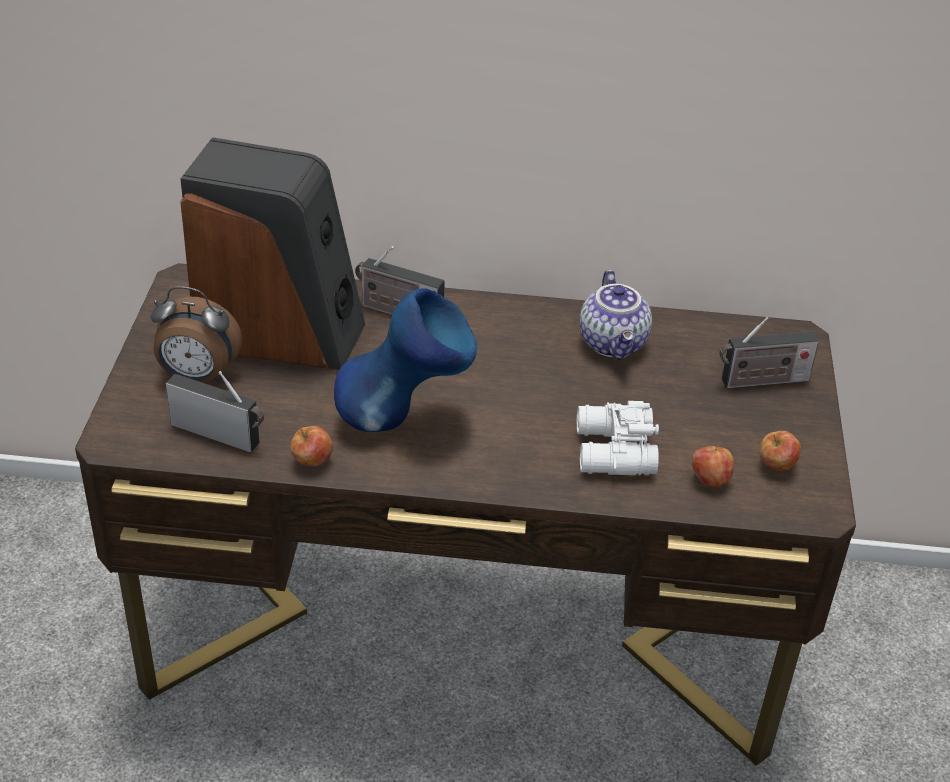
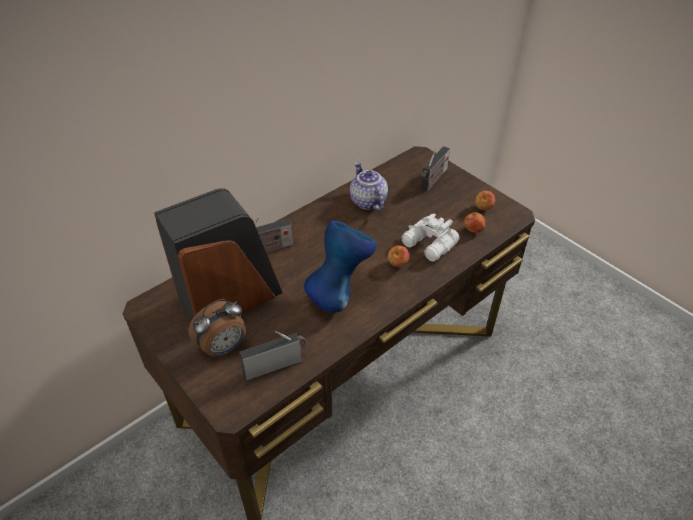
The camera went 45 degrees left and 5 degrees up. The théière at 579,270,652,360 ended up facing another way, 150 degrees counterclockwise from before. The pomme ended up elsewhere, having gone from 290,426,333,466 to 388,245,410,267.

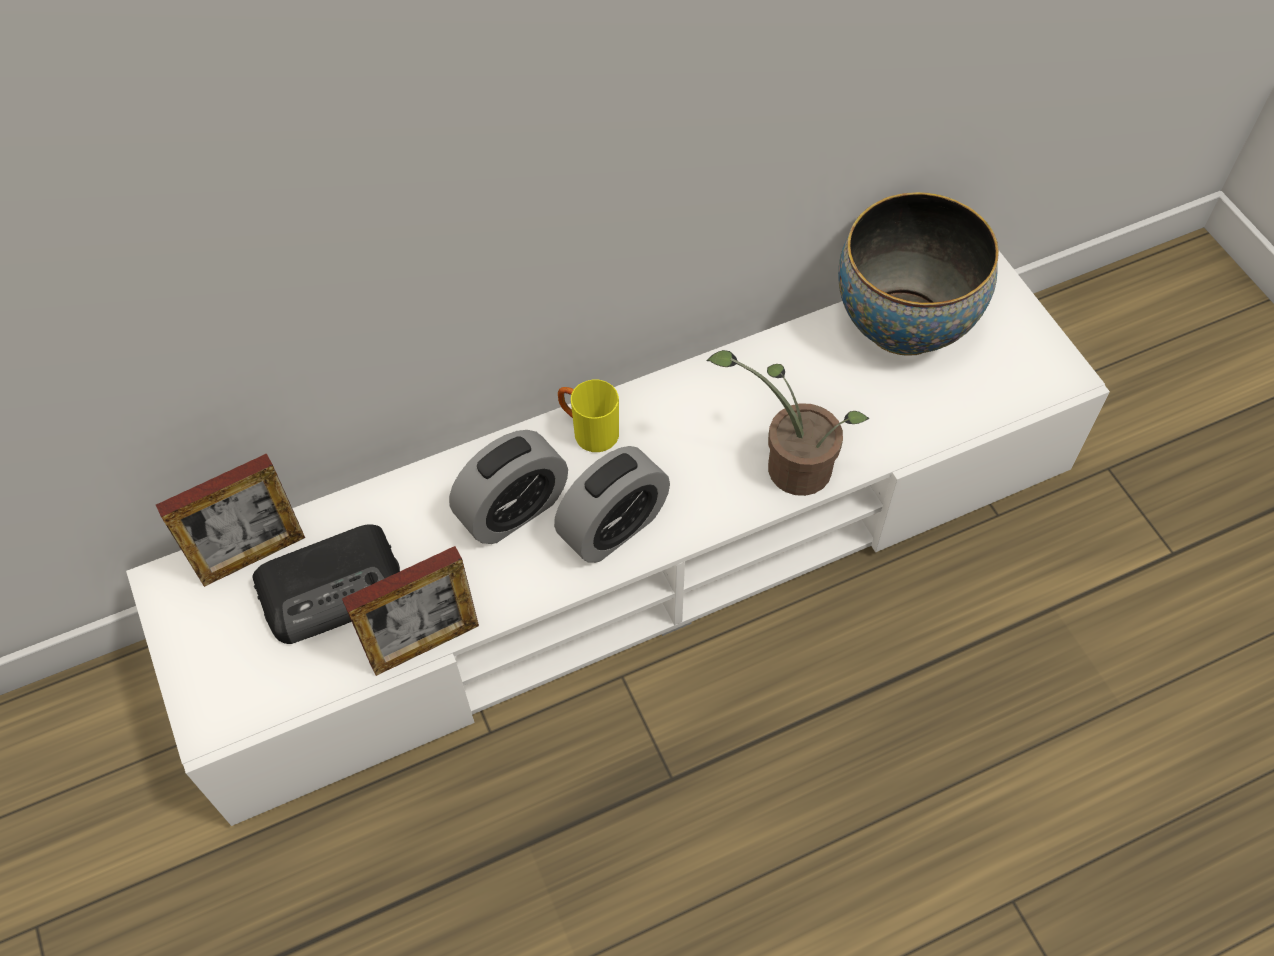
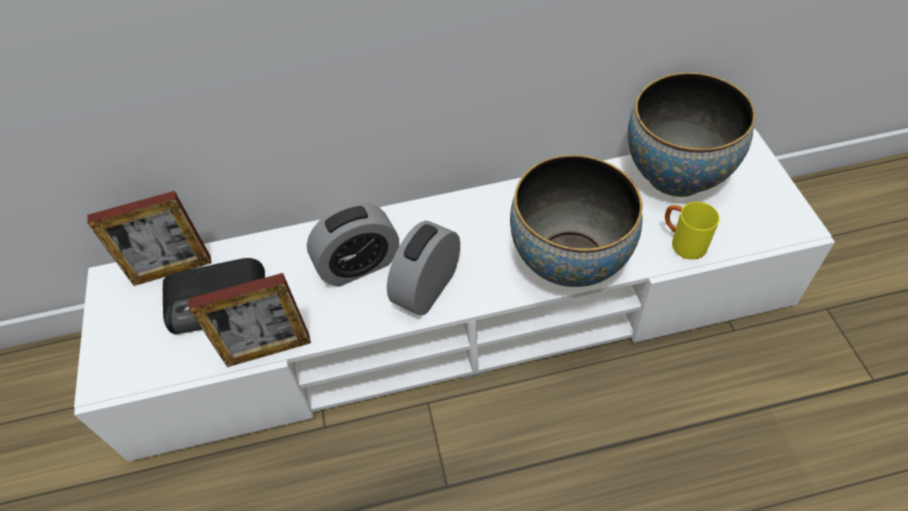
The camera went 15 degrees right and 5 degrees down. The réveil at 554,446,670,563 ended up facing another way, 150 degrees clockwise from before. Where the plante en pot stood at 706,350,869,496, the bol came to stand at 510,155,643,287. The mug/jaune ended up elsewhere, having gone from 558,379,619,452 to 665,202,720,260.

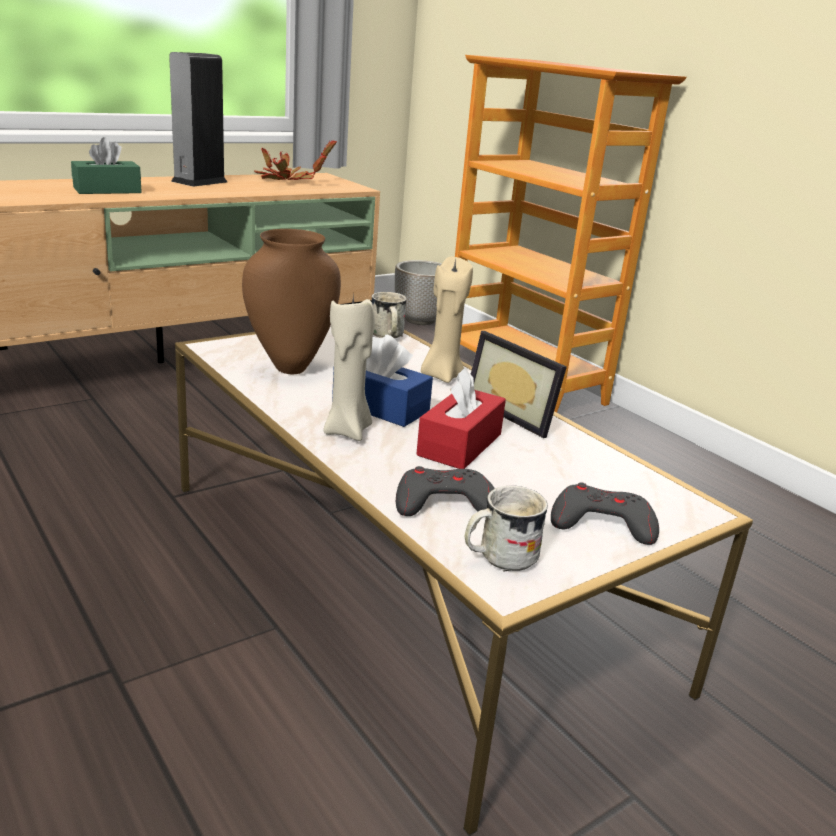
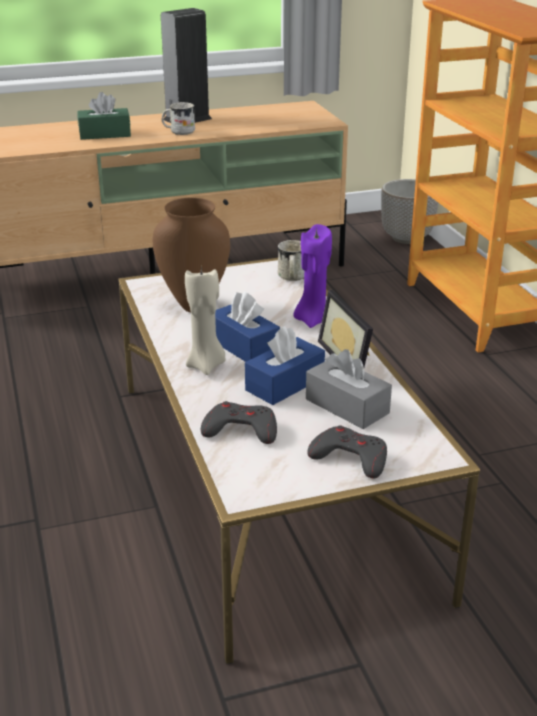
The camera went 20 degrees right and 5 degrees up. The mug/blanc ended up elsewhere, having gone from 464,486,548,572 to 162,102,195,135. What was the boîte à mouchoirs/rouge at 416,367,506,469 turned into the boîte à mouchoirs/bleu at 245,326,325,405. What was the bougie/beige at 421,257,473,383 turned into the bougie/violet at 293,224,332,328. The second view gained the boîte à mouchoirs/gris at 306,349,392,429. The second view lost the plante en pot at 254,139,337,180.

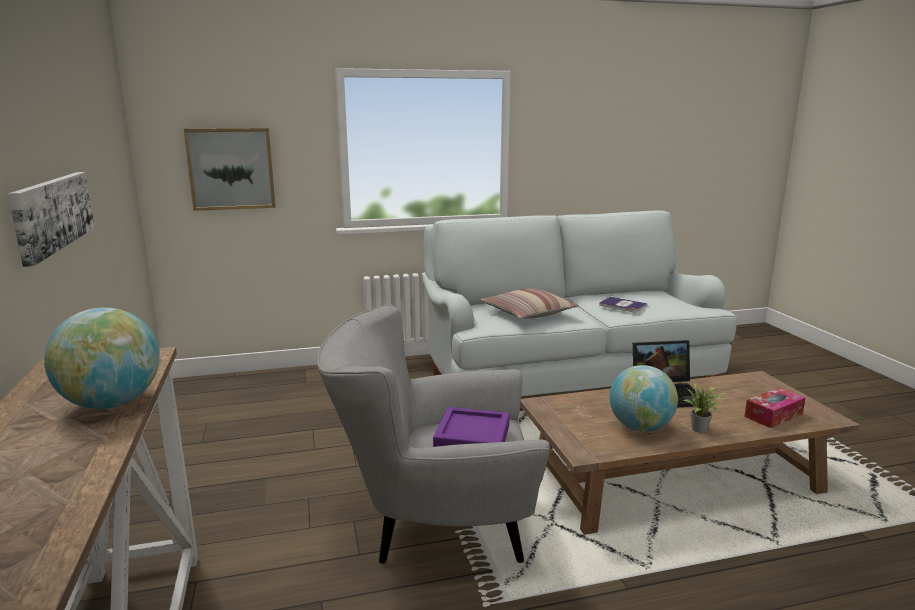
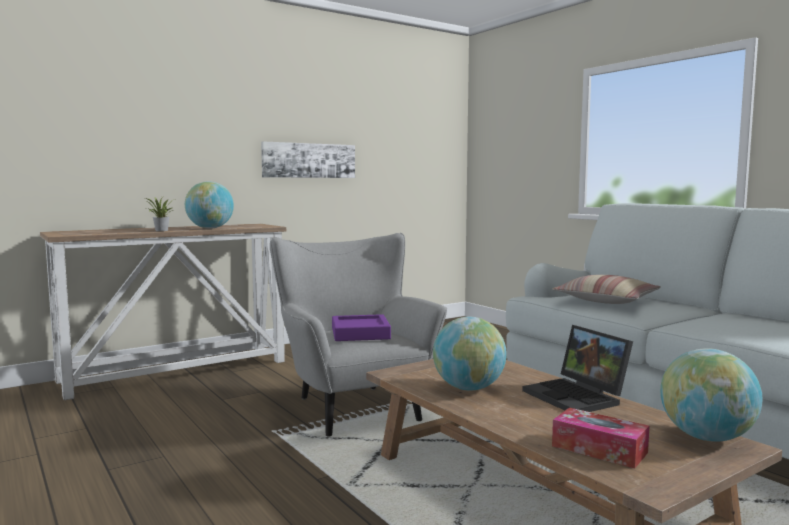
The camera went 70 degrees right and 10 degrees down. The plante en pot ended up elsewhere, having gone from 683,383,727,433 to 144,197,174,231. The second view gained the globe at 660,348,763,442. The second view lost the tableau at 184,128,276,211. The second view lost the livre at 599,297,648,312.

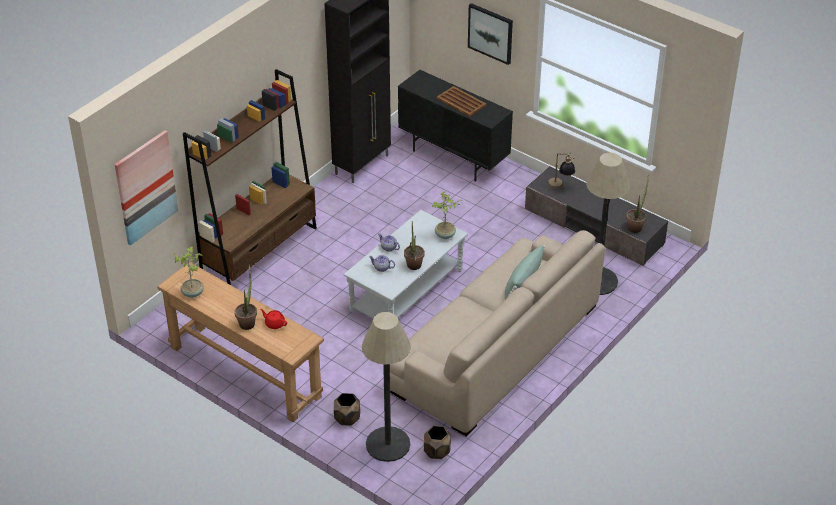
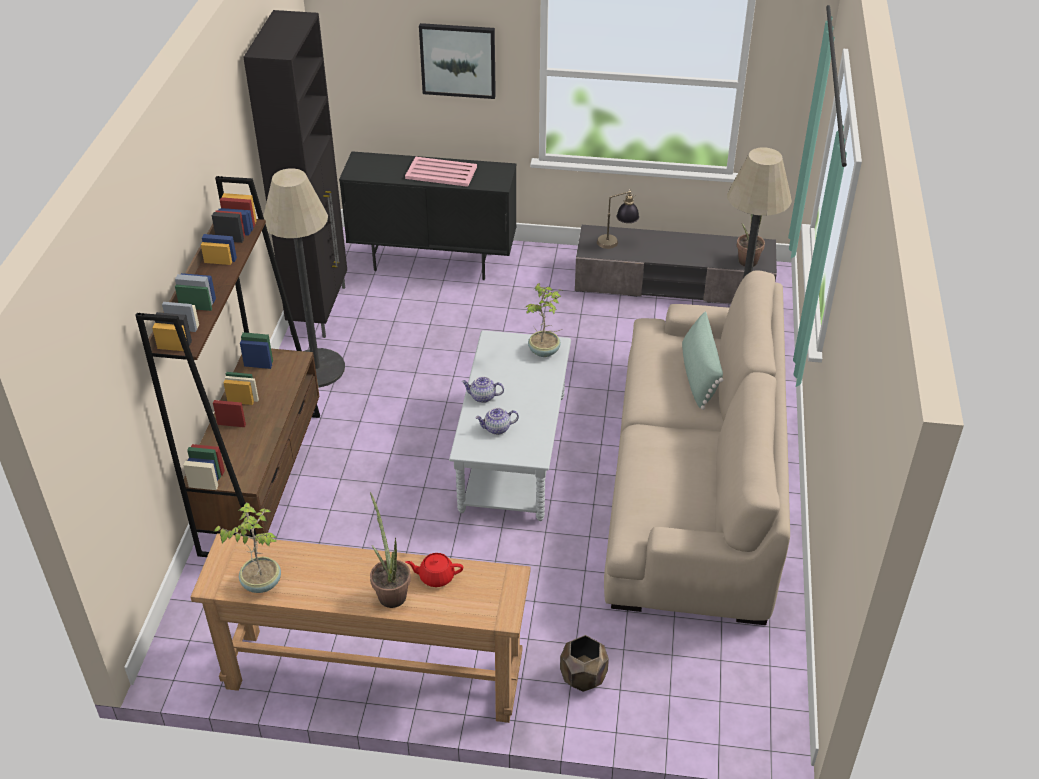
The camera went 30 degrees left and 0 degrees up. The lampadaire ended up elsewhere, having gone from 362,312,411,462 to 263,168,345,388. What was the plateau/marron at 437,86,486,117 turned into the plateau/rose at 405,157,477,187. The second view lost the tableau at 115,130,178,245. The second view lost the plante en pot at 404,222,425,270. The second view lost the cache-pot/marron at 424,426,451,459.

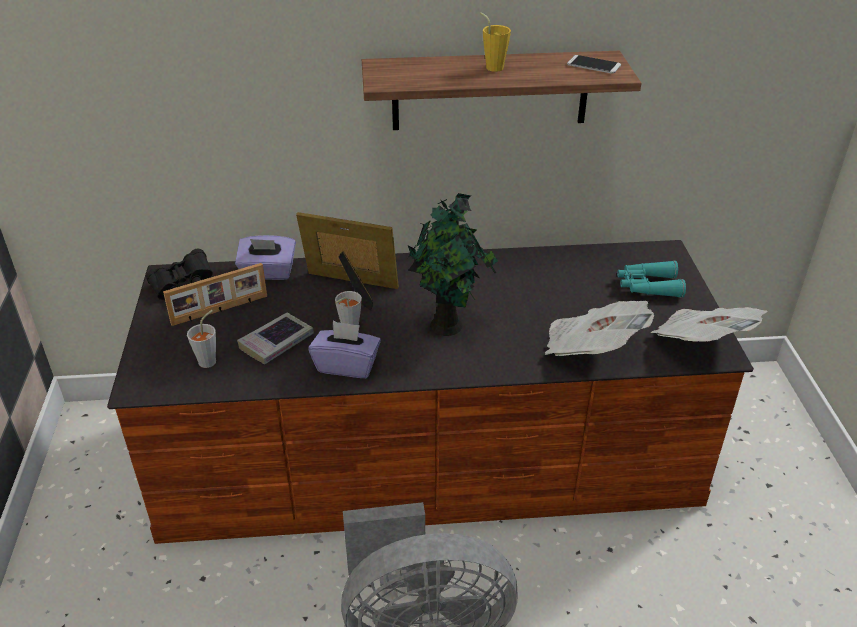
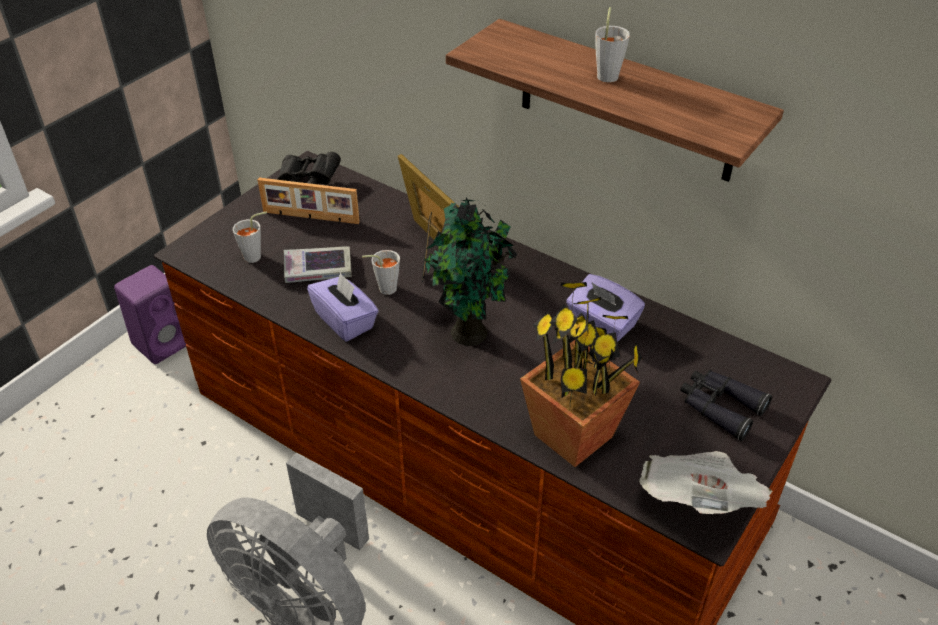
The camera went 40 degrees right and 5 degrees up. The second view gained the enceinte/violet at 114,265,186,364. Where the journal stood at 545,301,654,356, the plante en pot came to stand at 520,282,642,467. The boîte à mouchoirs/violet ended up elsewhere, having gone from 235,235,296,280 to 566,274,645,342. What was the tasse/jaune at 480,12,511,72 turned into the tasse/gris at 595,7,630,83. What was the jumelles/turquoise at 617,260,686,298 turned into the jumelles/noir at 680,370,772,441. The second view lost the téléphone at 567,55,621,74.

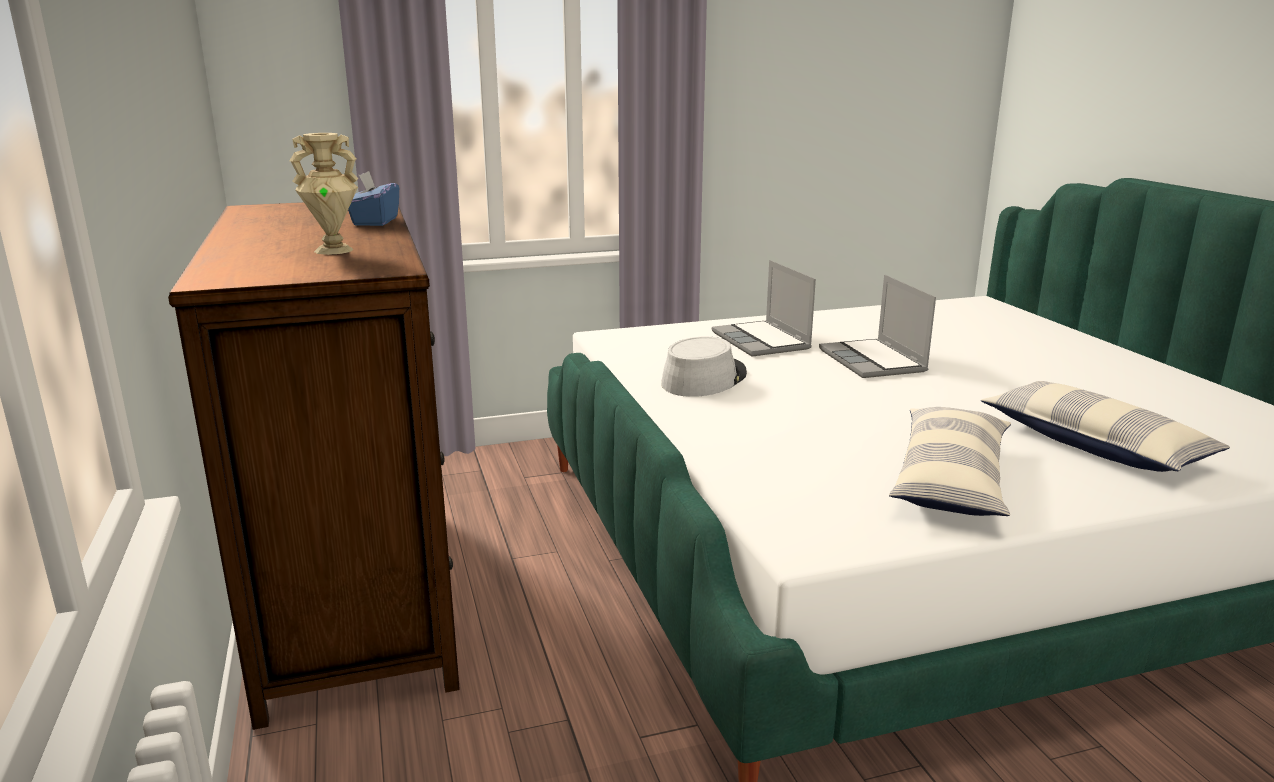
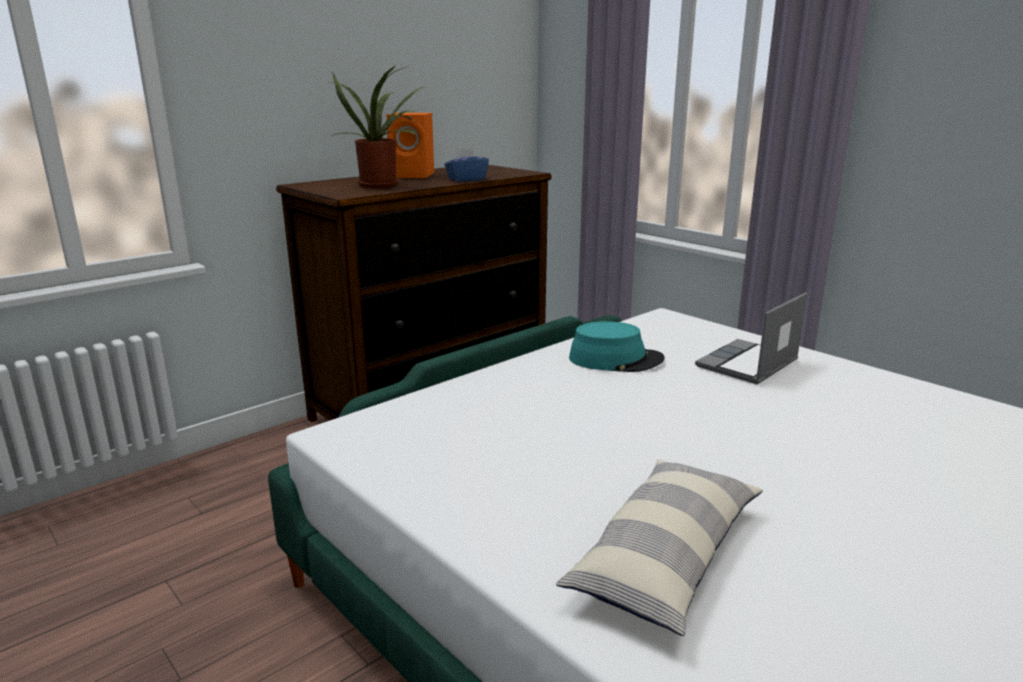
The camera went 65 degrees right and 0 degrees up. Where the vase/beige stood at 290,133,358,255, the plante en pot came to stand at 330,66,424,188. The second view gained the enceinte/orange at 387,113,434,178. What was the chapeau/gris at 661,337,747,397 turned into the chapeau/turquoise at 569,321,665,372. The second view lost the ordinateur portable at 819,275,936,378. The second view lost the coussin at 889,407,1011,516.

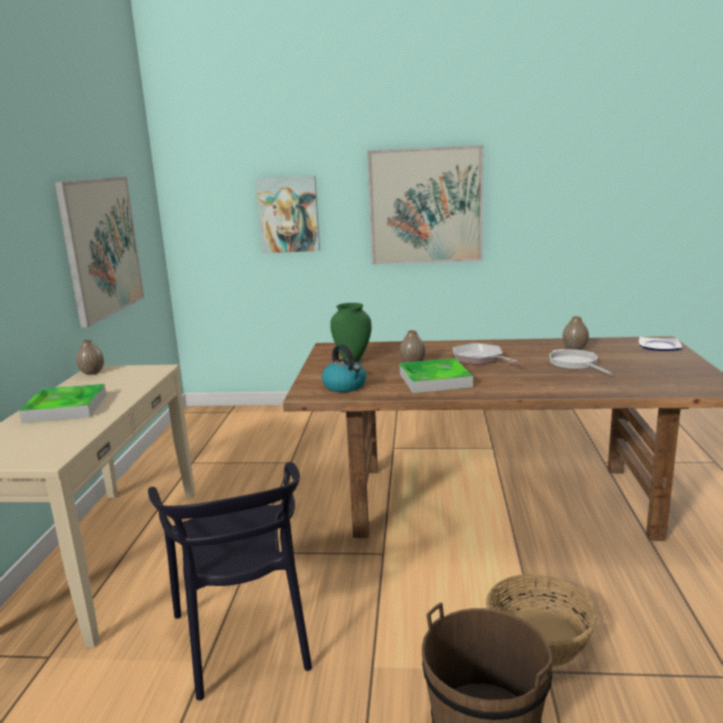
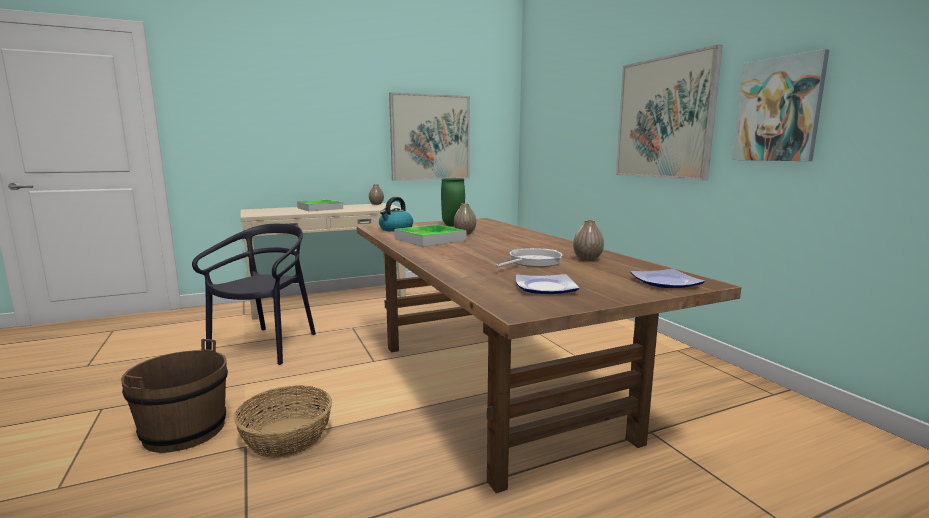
The camera went 60 degrees right and 5 degrees down. The chaise/noir at 148,462,312,701 ended up facing another way, 150 degrees clockwise from before. The second view gained the assiette at 516,274,579,294. The tableau ended up elsewhere, having gone from 255,175,320,253 to 732,49,829,161. The second view lost the poêle at 453,343,518,365.

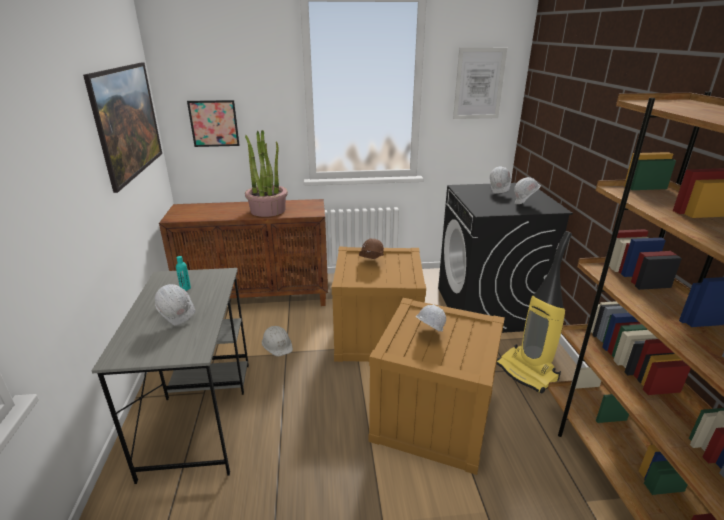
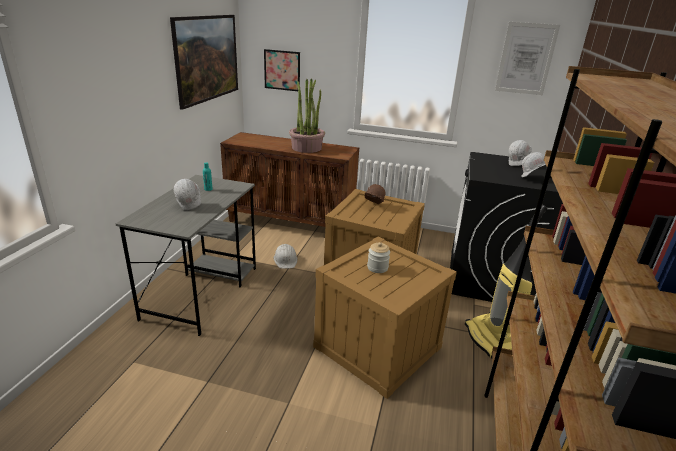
The camera went 20 degrees right and 0 degrees up. Where the casque de chantier/blanc stood at 416,305,446,332, the bocal came to stand at 367,242,390,273.

